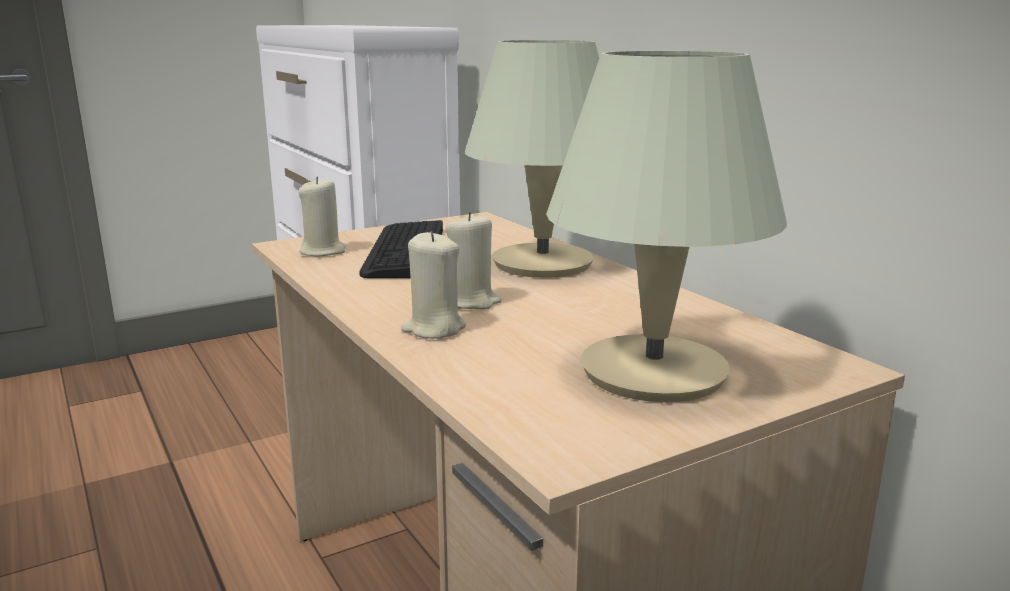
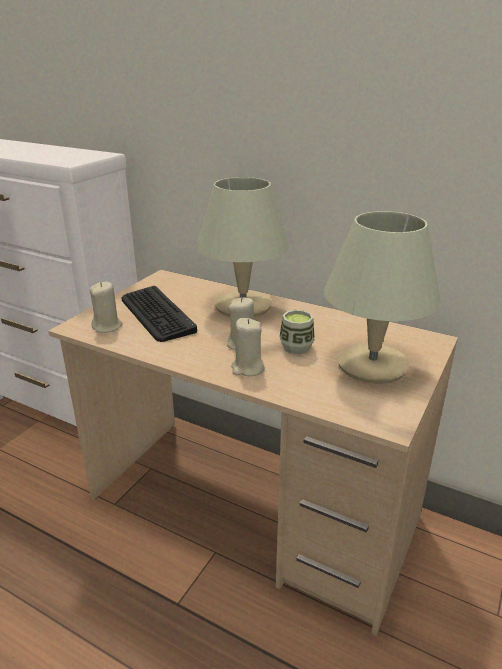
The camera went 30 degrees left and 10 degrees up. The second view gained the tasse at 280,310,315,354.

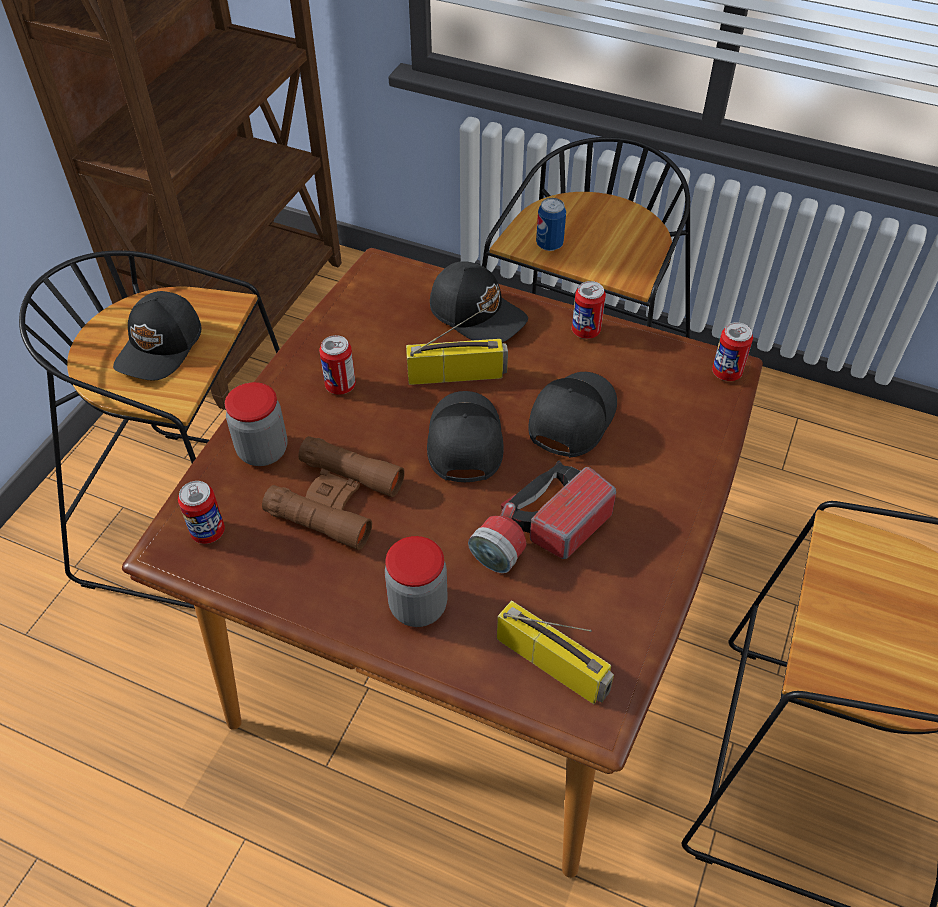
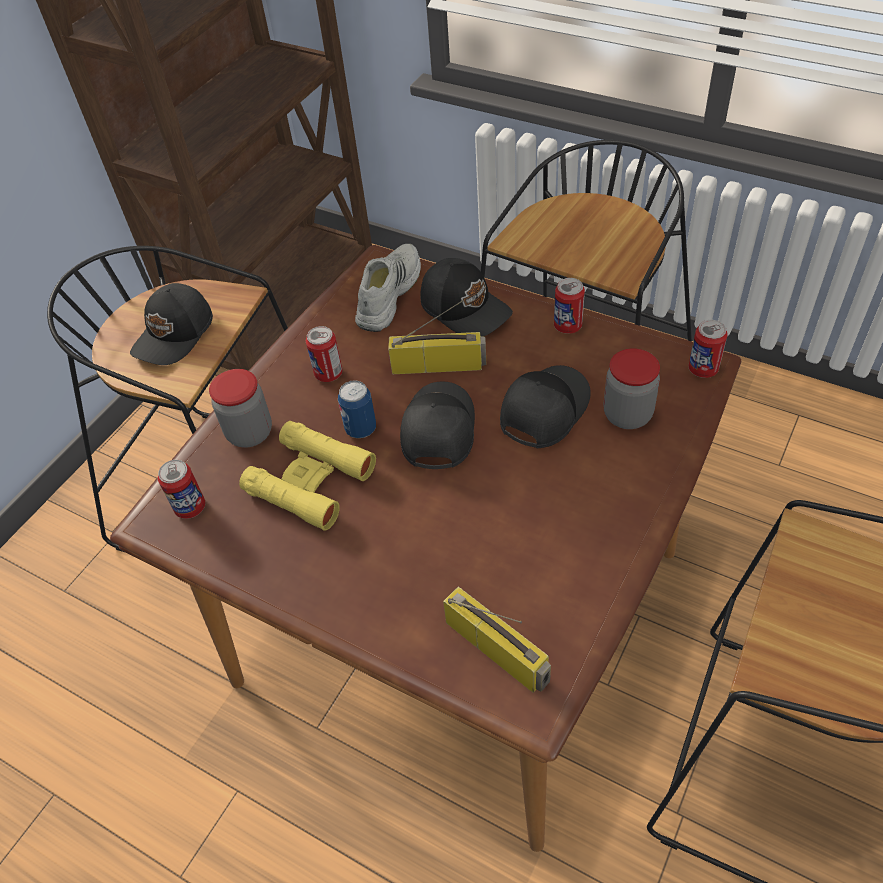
The camera went 10 degrees right and 0 degrees up. What was the jumelles/marron at 262,436,405,550 turned into the jumelles/jaune at 239,421,376,531. The boîte métallique ended up elsewhere, having gone from 536,198,566,251 to 338,380,376,438. The second view gained the chaussure/blanc at 355,244,421,332. The bocal ended up elsewhere, having gone from 385,536,448,627 to 603,348,660,429. The second view lost the lampe de poche at 468,460,616,573.

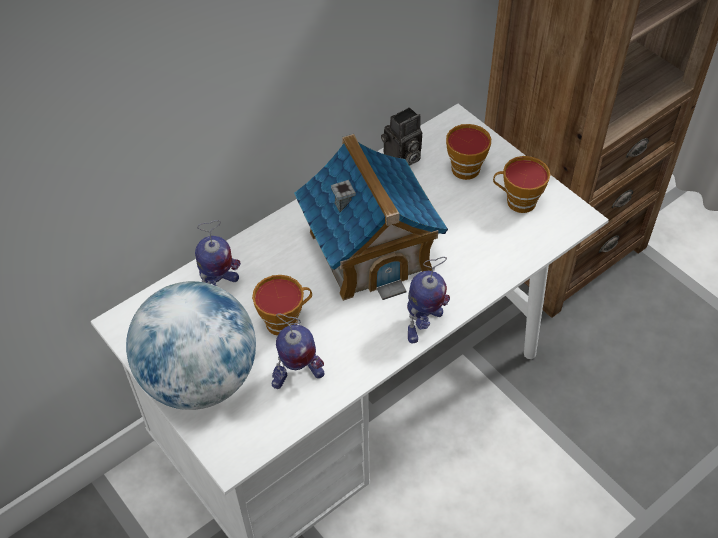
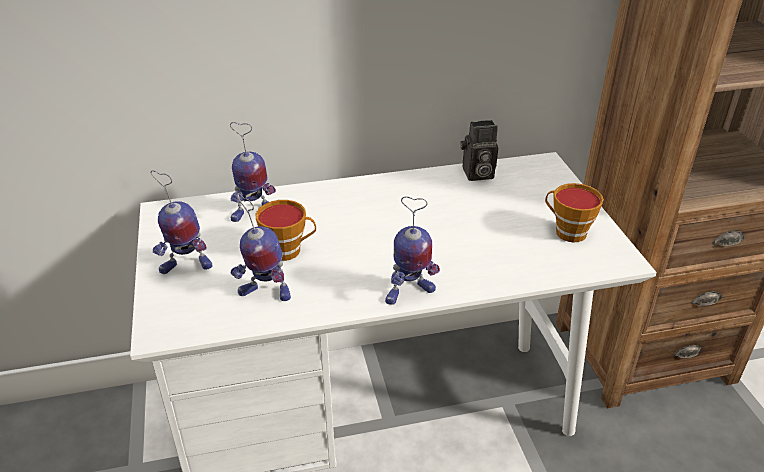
The camera went 25 degrees right and 15 degrees down. Where the globe stood at 126,281,256,410, the robot jouet came to stand at 150,170,213,274. The second view lost the maison miniature at 294,134,448,301. The second view lost the tasse at 446,124,491,180.

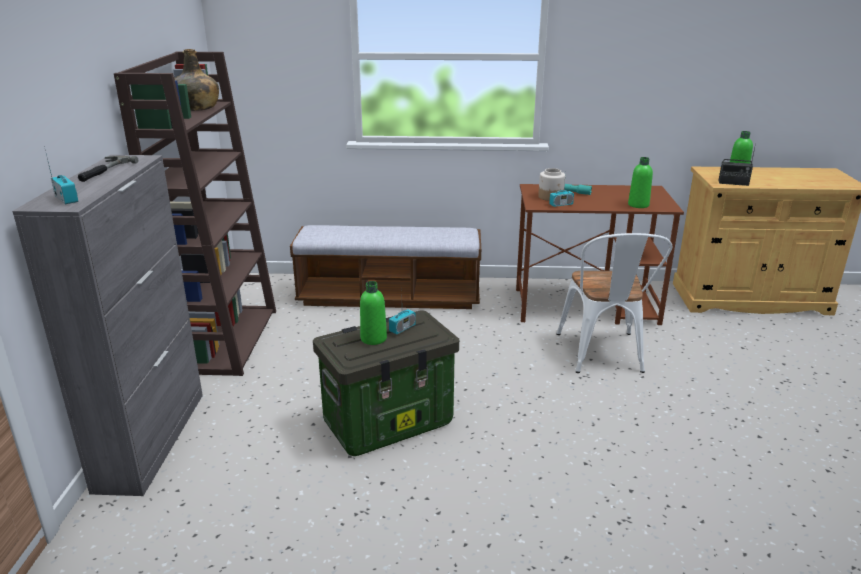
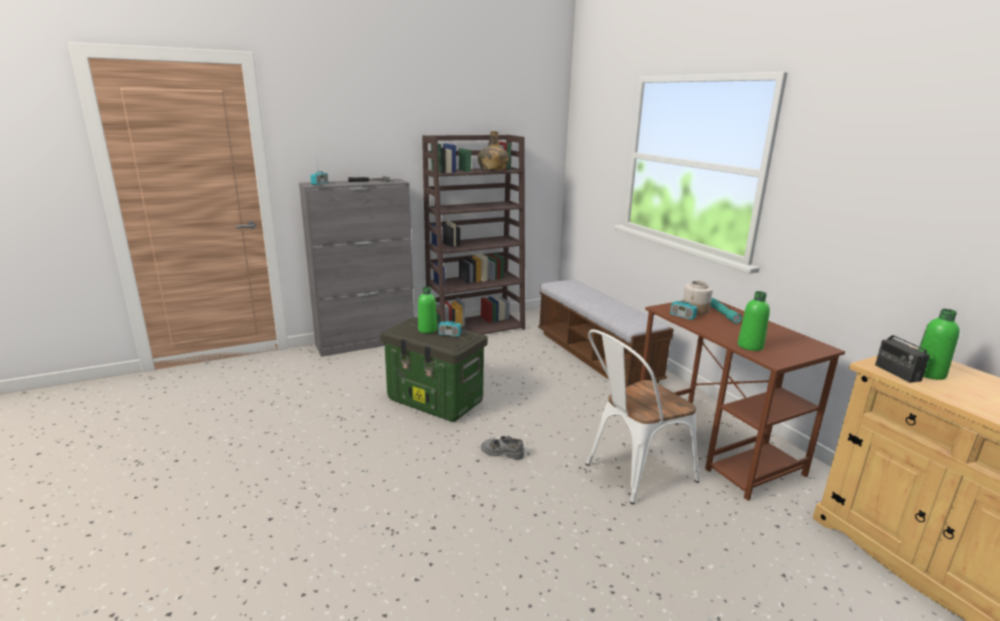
The camera went 60 degrees right and 5 degrees down. The second view gained the chaussure/gris at 481,436,524,460.

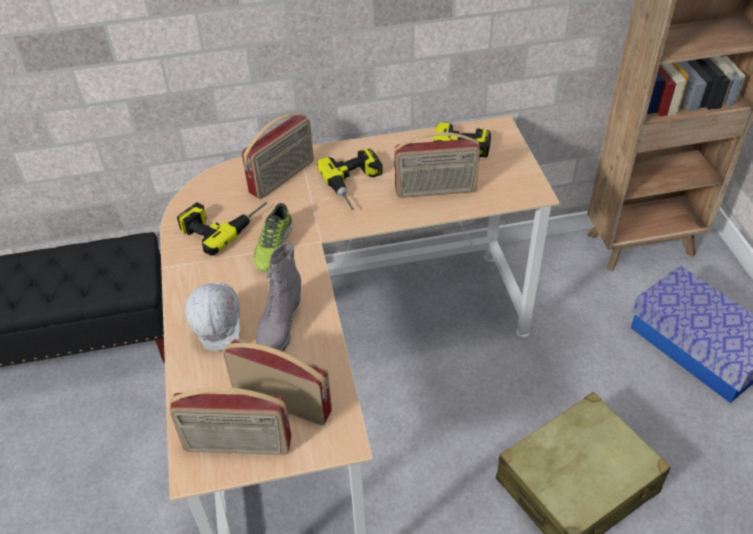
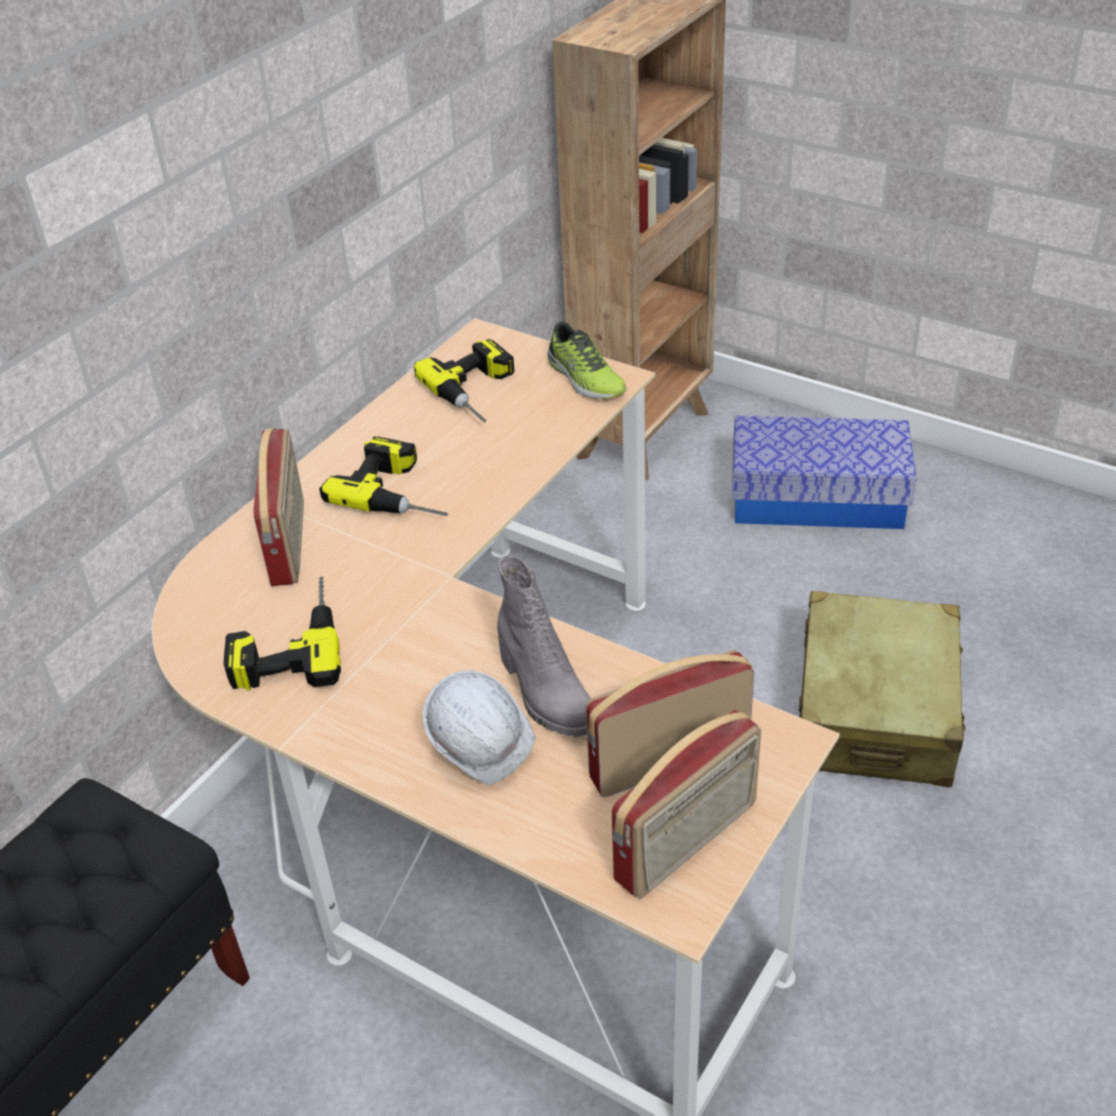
The camera went 45 degrees left and 5 degrees down. The chaussure ended up elsewhere, having gone from 253,203,293,272 to 547,322,627,399. The second view lost the radio at 393,132,480,198.

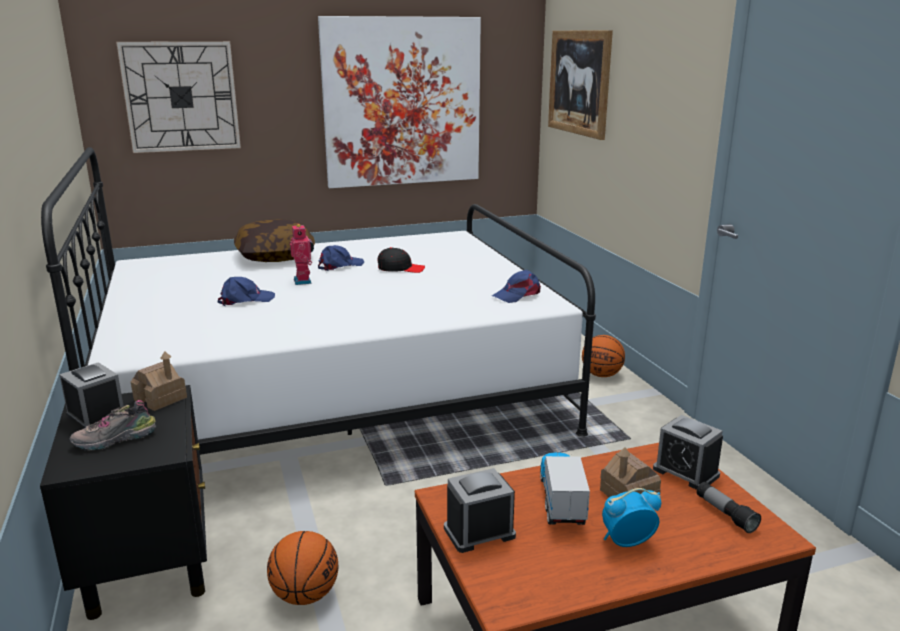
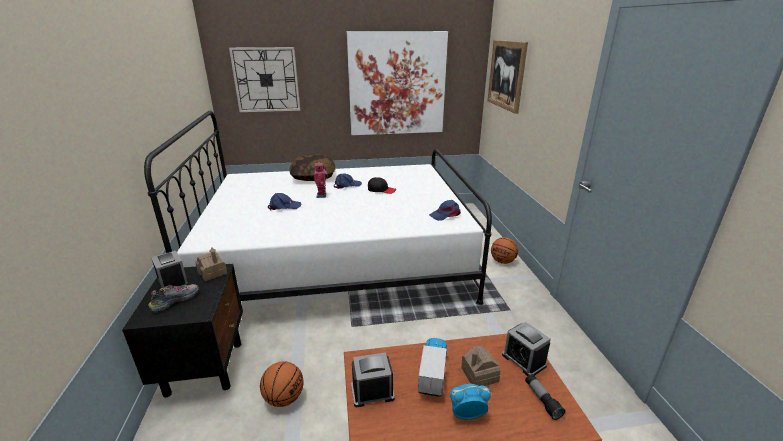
The camera went 10 degrees right and 5 degrees up. The chaussure at 70,400,156,451 ended up facing another way, 150 degrees clockwise from before.

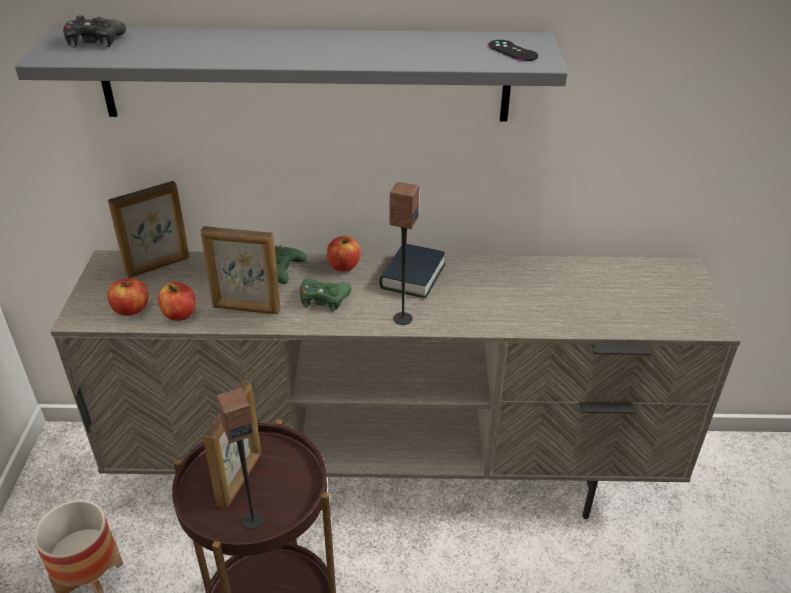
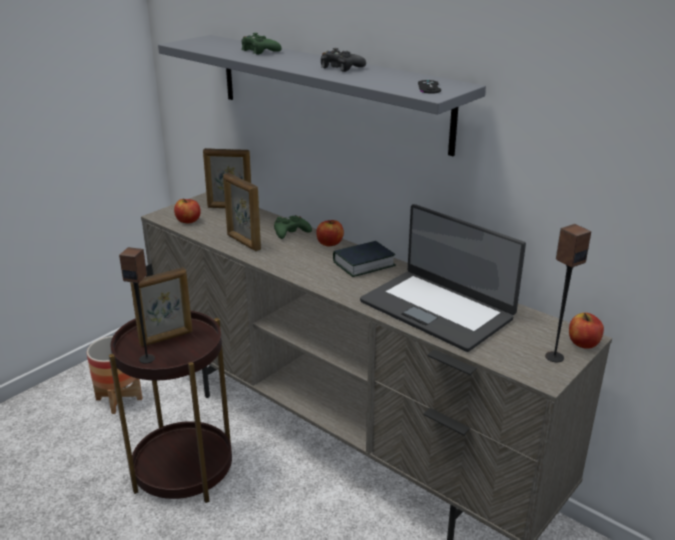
The camera went 40 degrees right and 10 degrees down. The manette/vert ended up elsewhere, having gone from 300,279,352,311 to 241,33,282,55. The manette/noir ended up elsewhere, having gone from 63,15,126,47 to 321,48,366,72. The second view gained the ordinateur portable at 360,204,526,352. The enceinte ended up elsewhere, having gone from 390,182,419,325 to 545,224,591,362. The pomme ended up elsewhere, having gone from 158,282,196,321 to 569,313,604,349.

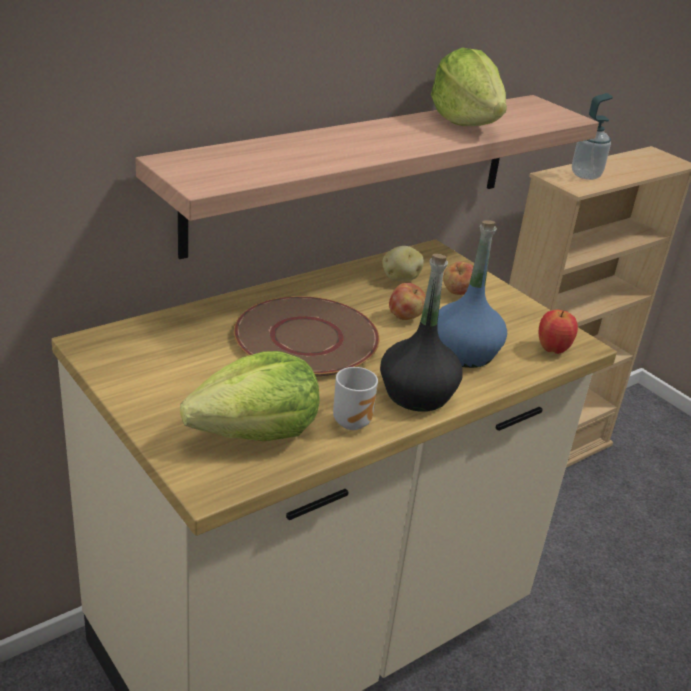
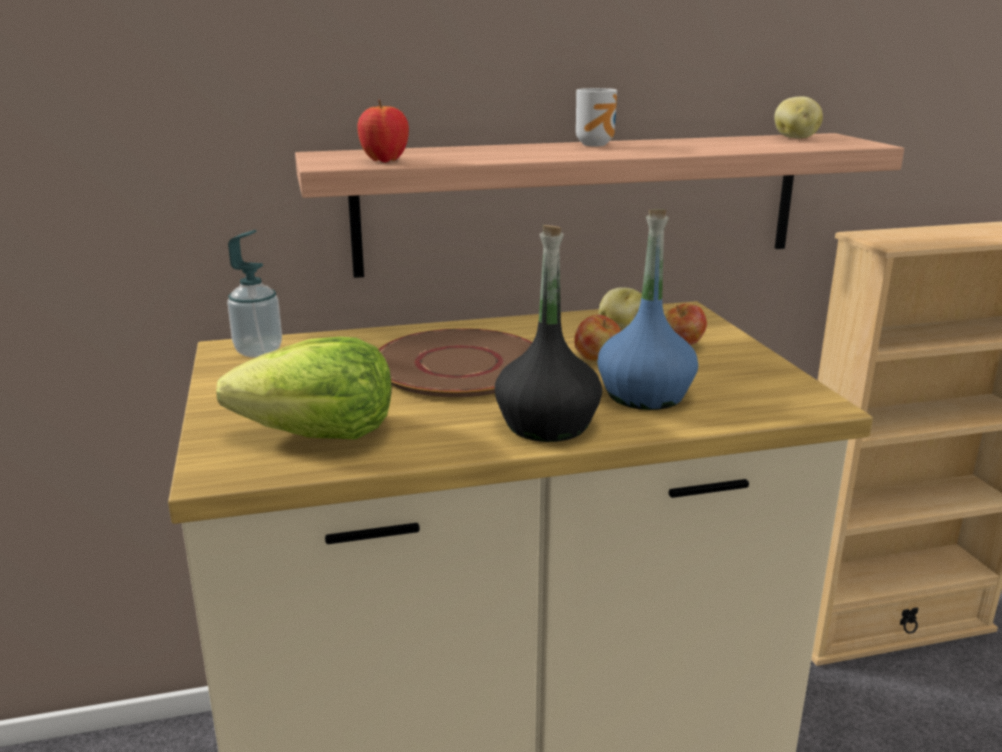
The camera went 25 degrees right and 10 degrees down. The distributeur de savon ended up elsewhere, having gone from 572,93,613,180 to 227,230,282,357. The pomme ended up elsewhere, having gone from 539,310,578,354 to 357,99,409,162. The mug ended up elsewhere, having gone from 333,367,378,430 to 576,88,617,147. The second view gained the pomme de terre at 774,96,823,138. The second view lost the laitue at 431,47,507,126.

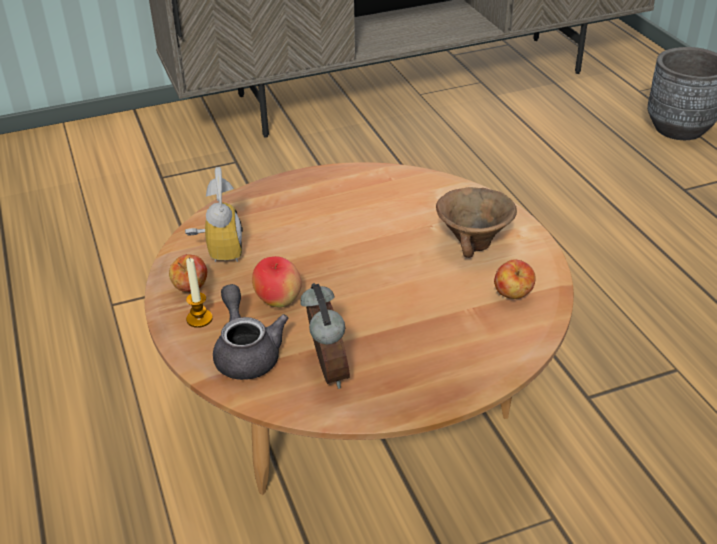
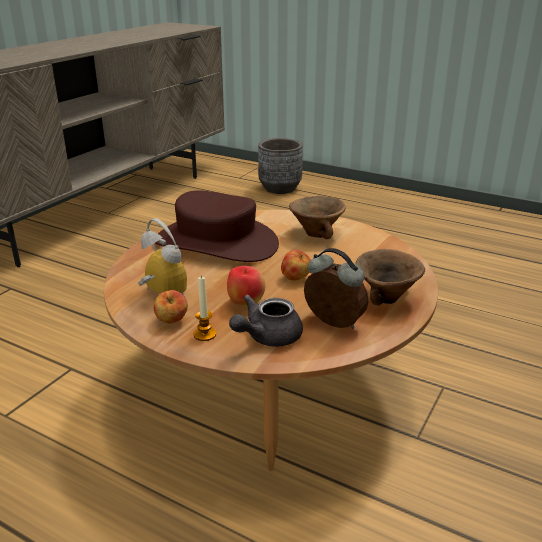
The camera went 40 degrees left and 10 degrees down. The second view gained the chapeau/marron at 155,190,279,262. The théière/gris at 213,284,288,380 ended up facing another way, 75 degrees counterclockwise from before. The pomme ended up elsewhere, having gone from 494,260,536,299 to 281,250,311,281. The second view gained the bol/marron at 355,249,425,305.

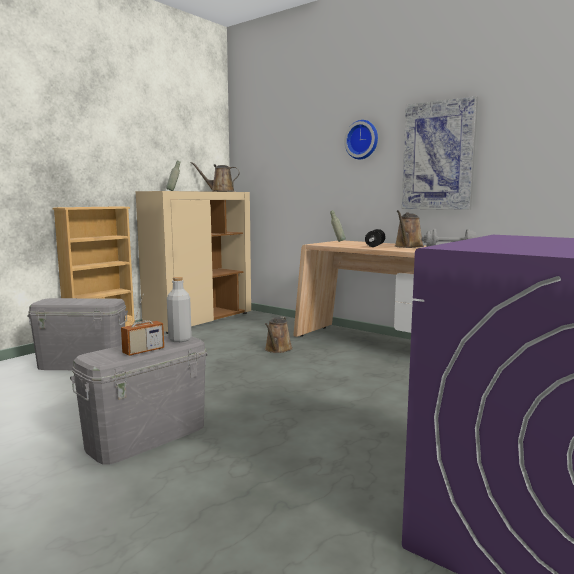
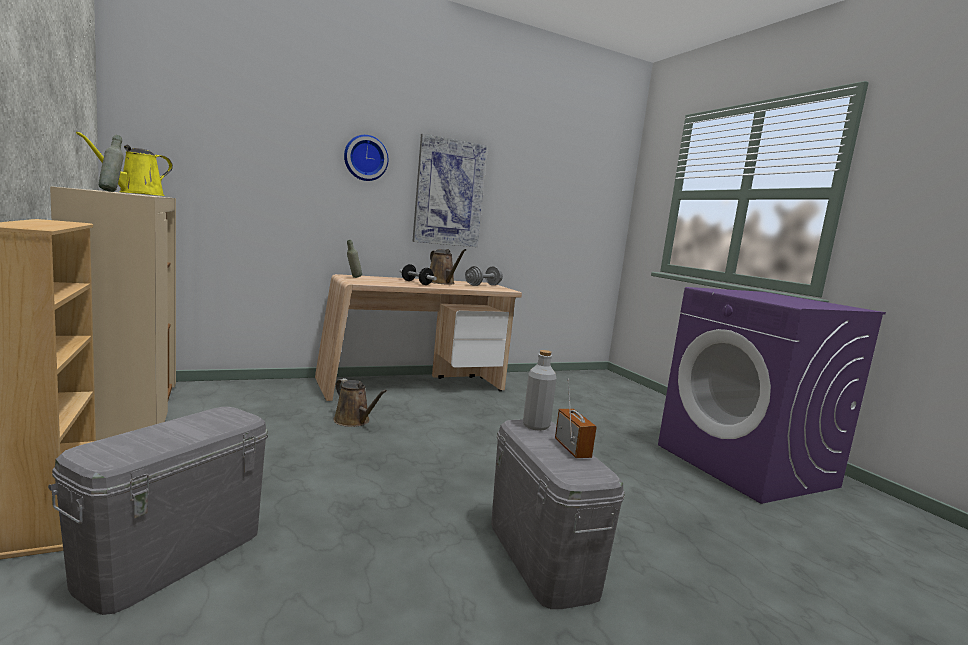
The camera went 65 degrees left and 0 degrees up. What was the arrosoir/marron at 190,162,240,192 turned into the arrosoir/jaune at 76,132,173,196.

